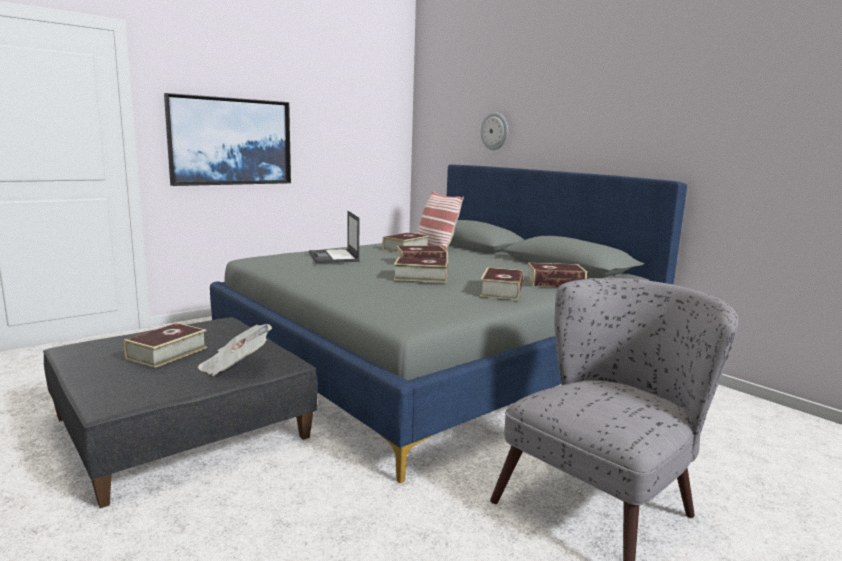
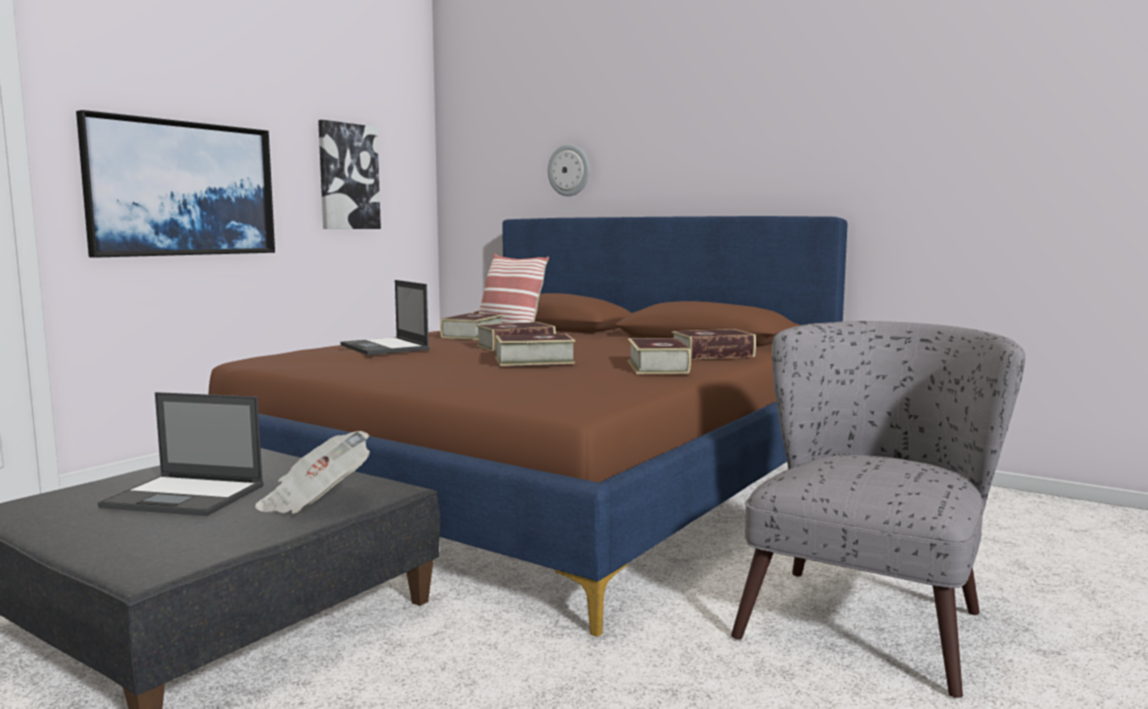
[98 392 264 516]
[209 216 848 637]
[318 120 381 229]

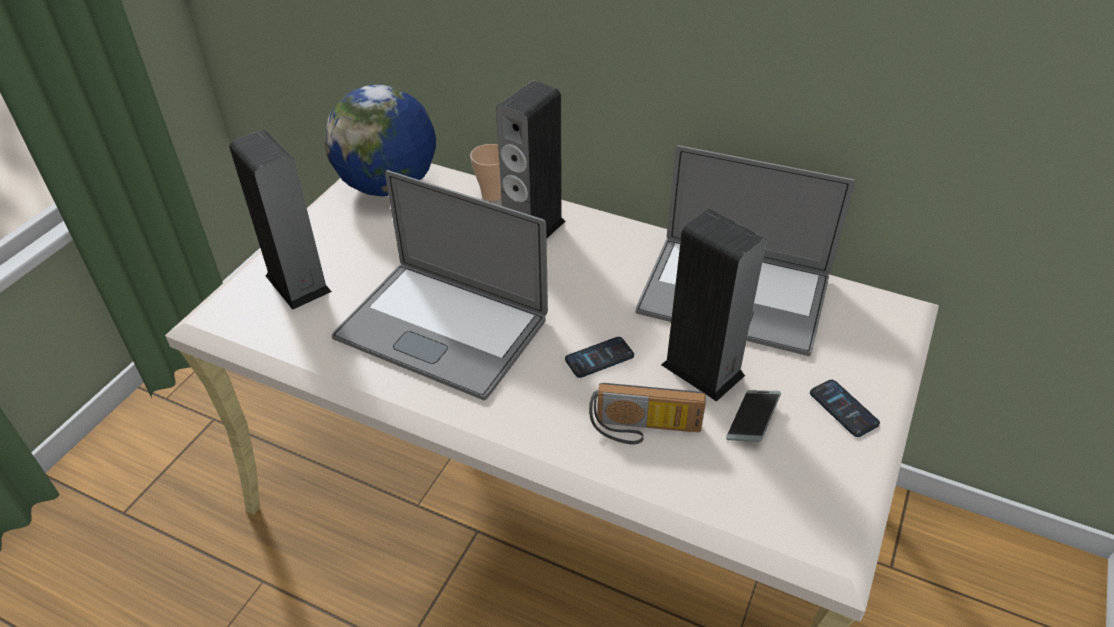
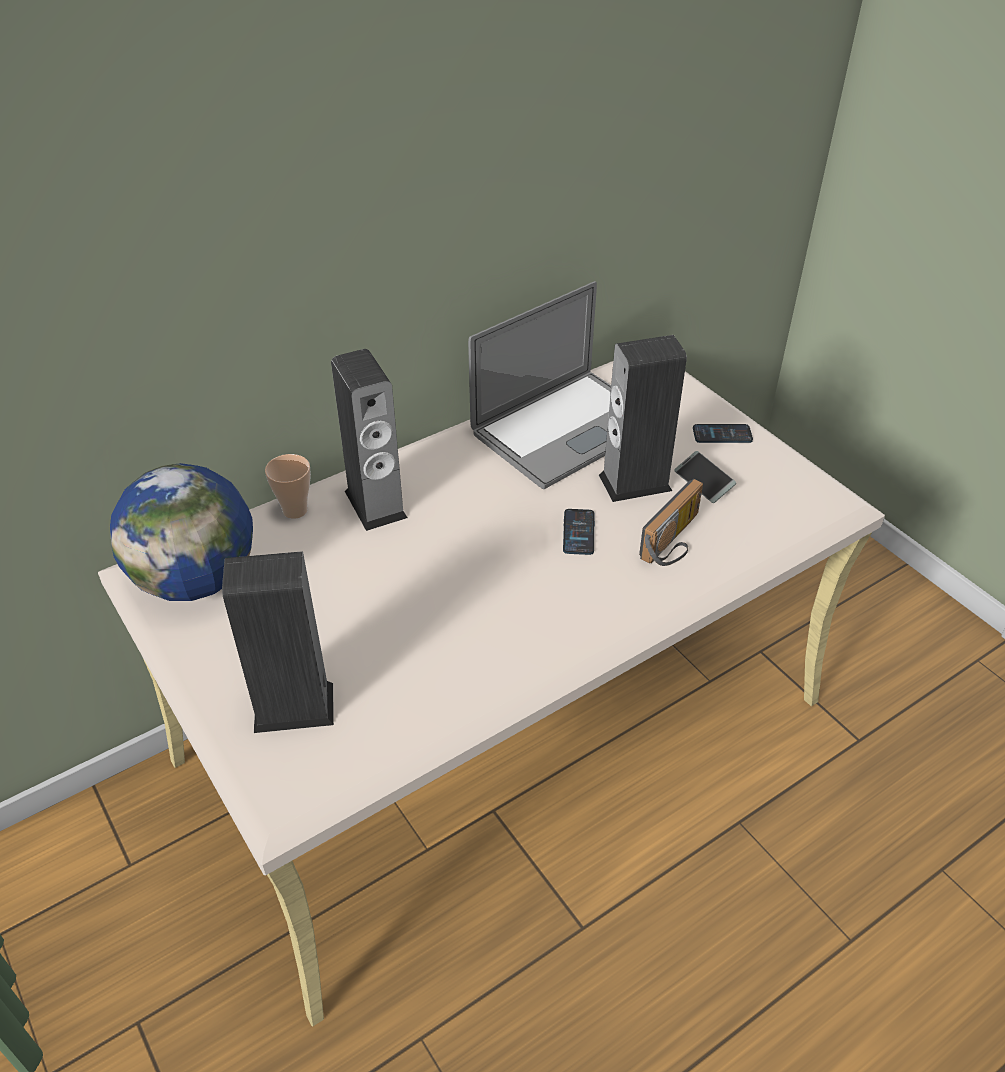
[332 170 548 400] (first image)

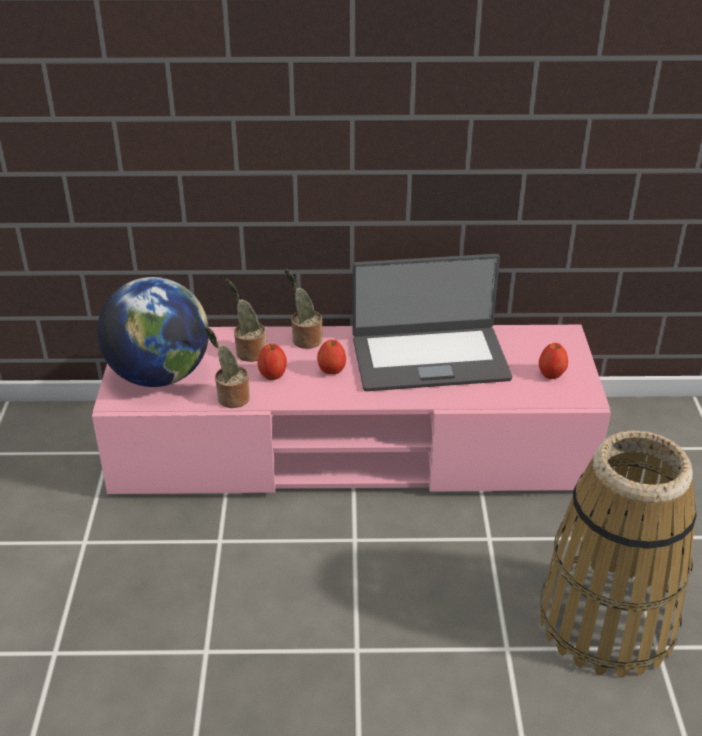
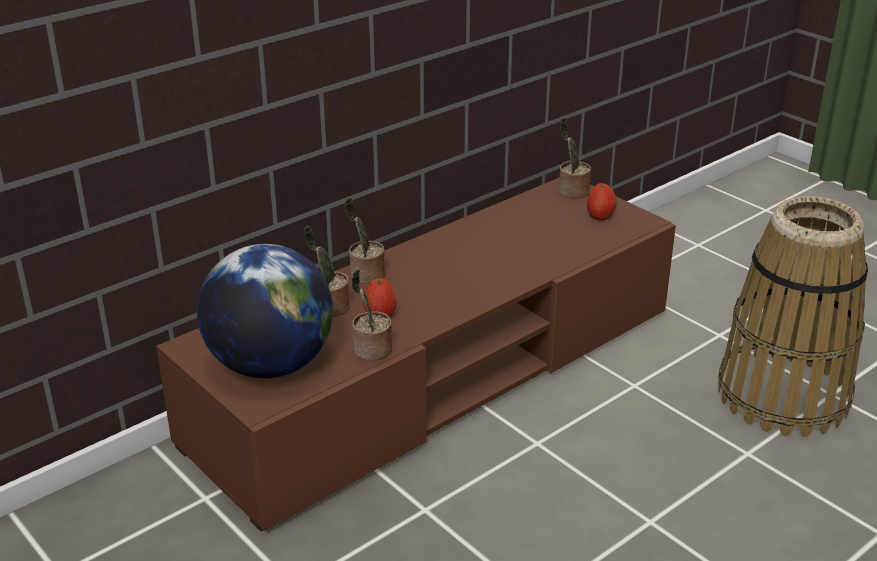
[156 177 676 532]
[559 117 591 199]
[317 340 346 374] (first image)
[353 254 512 391] (first image)

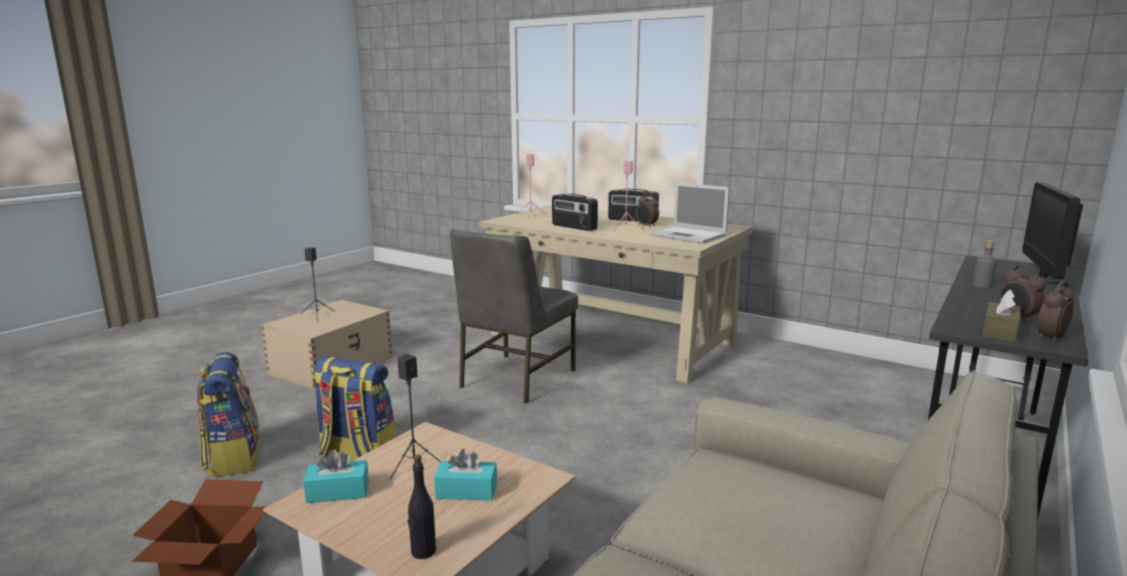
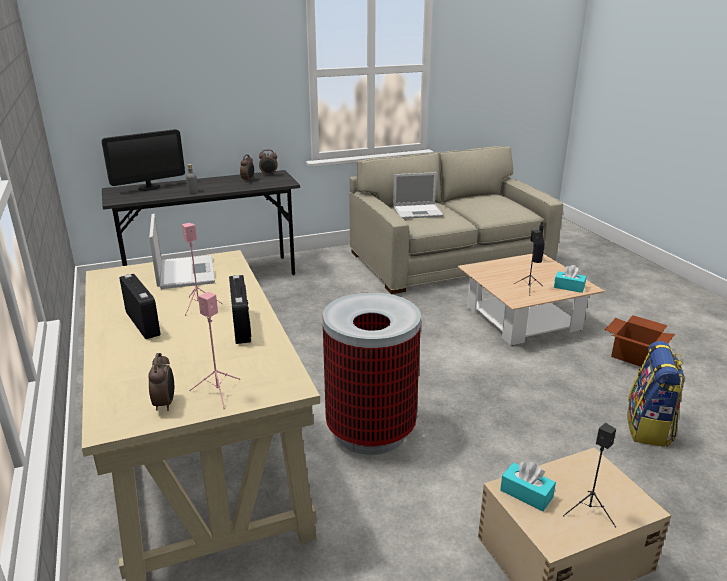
[148 353 174 411]
[322 292 421 455]
[393 172 444 219]
[500 462 556 511]
[313 356 396 461] (first image)
[982 290 1020 343] (first image)

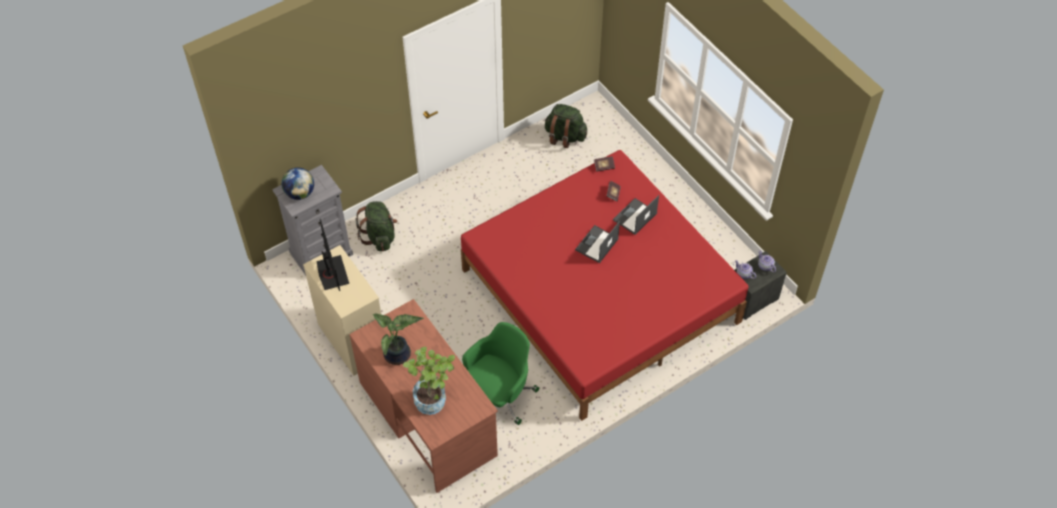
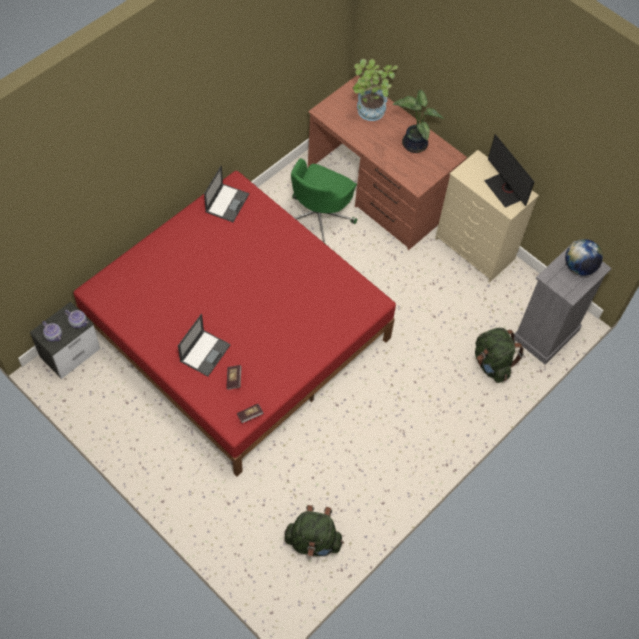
[204 165 249 222]

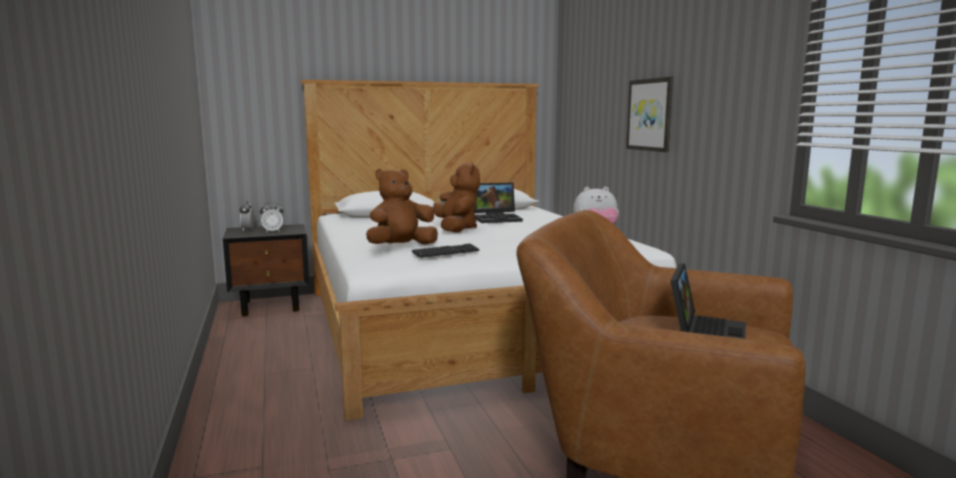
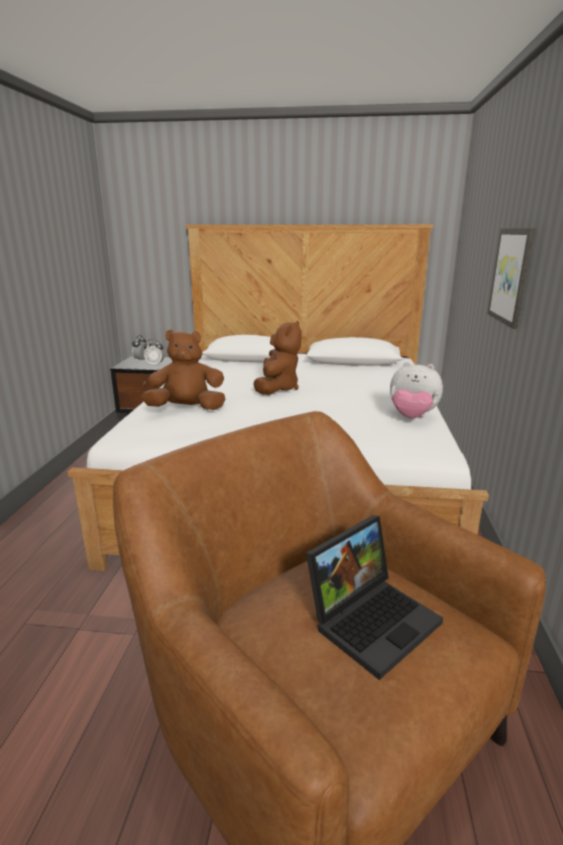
[412 243 479 258] (first image)
[475 183 523 223] (first image)

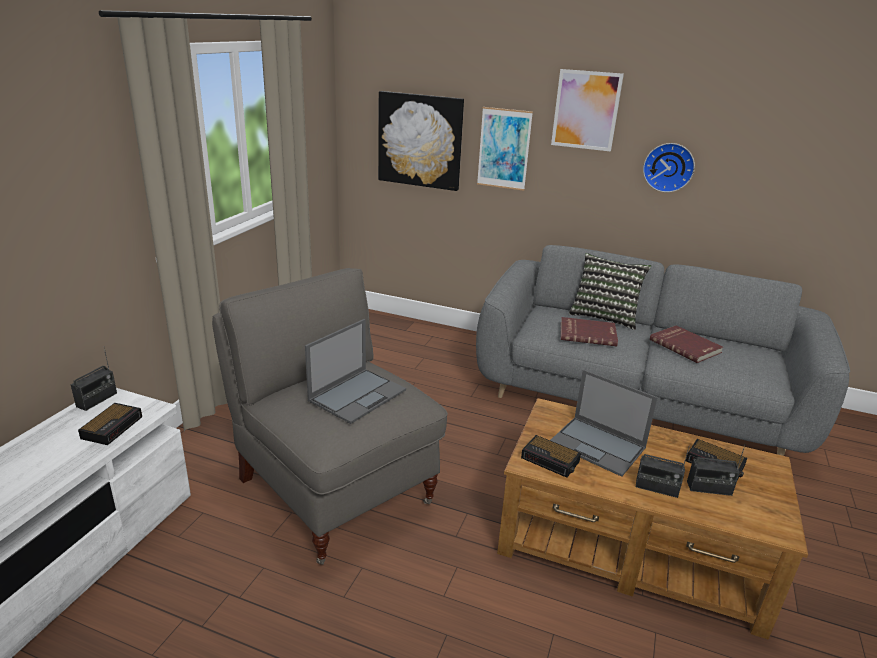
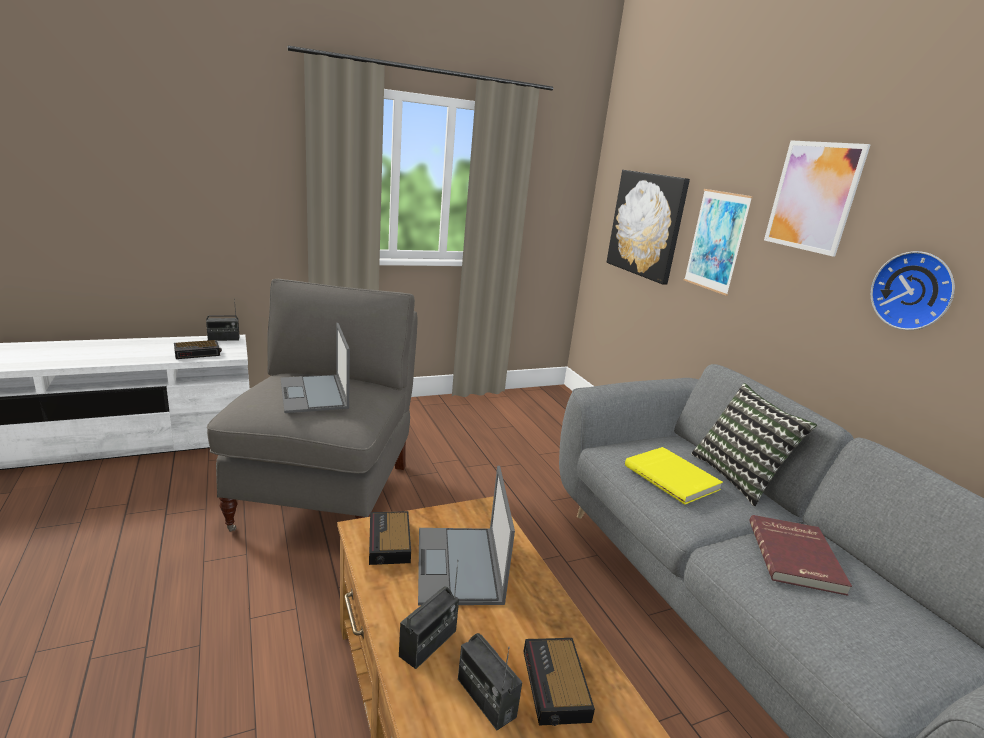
[280 323 350 413]
[399 560 459 669]
[625 447 723 505]

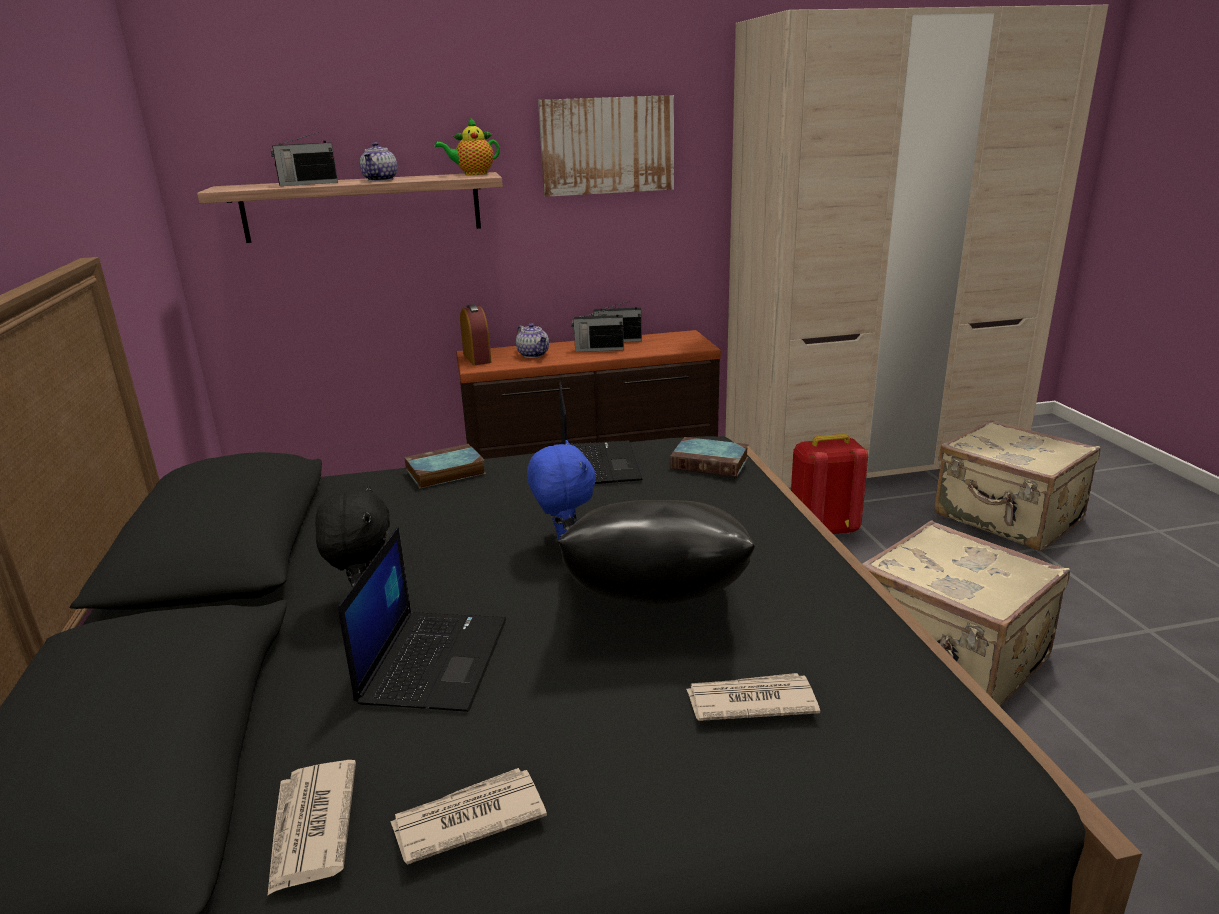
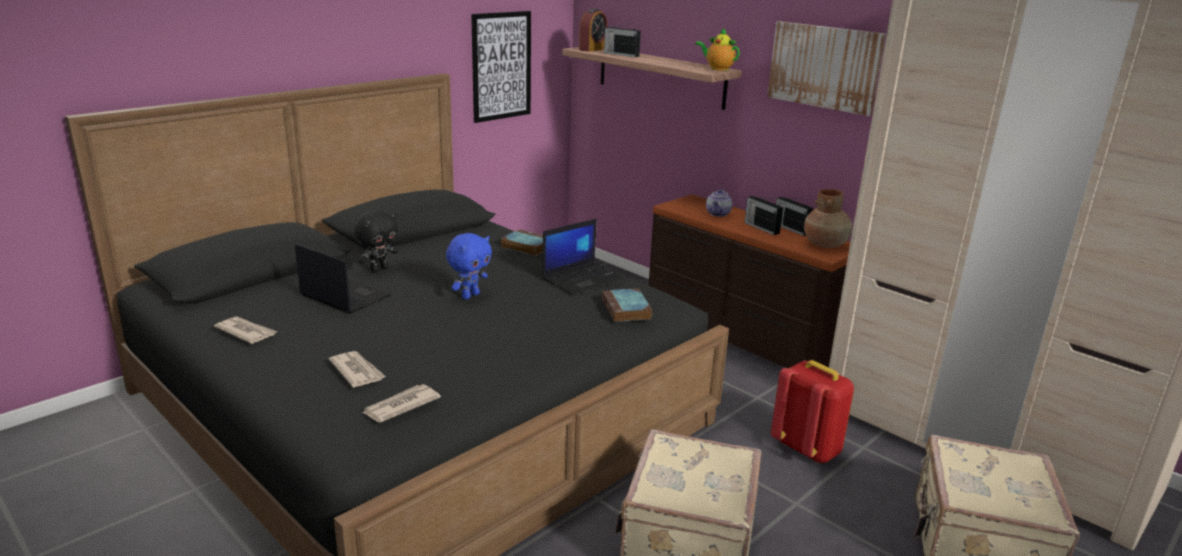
[295 244 391 314]
[362 384 441 422]
[471 11 531 123]
[579 9 608 52]
[804 189 853 248]
[360 142 397 181] (first image)
[557 500 755 604] (first image)

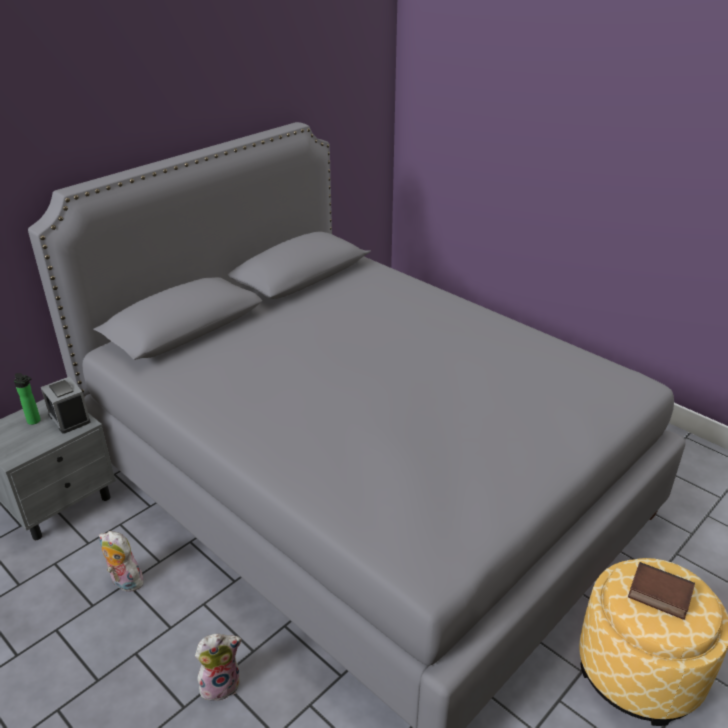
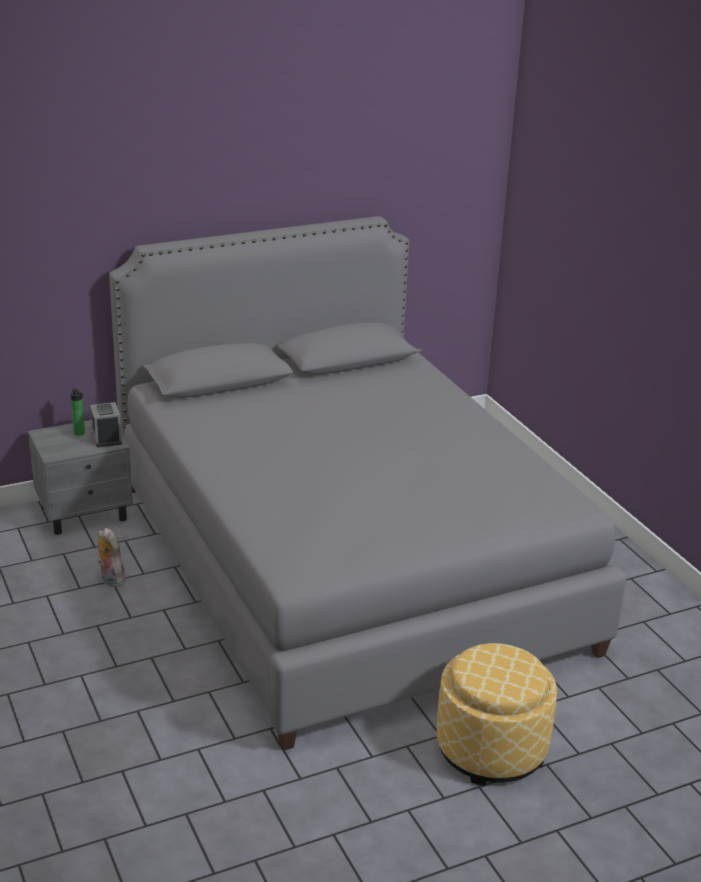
[195 634 242 702] (first image)
[628 562 695 620] (first image)

